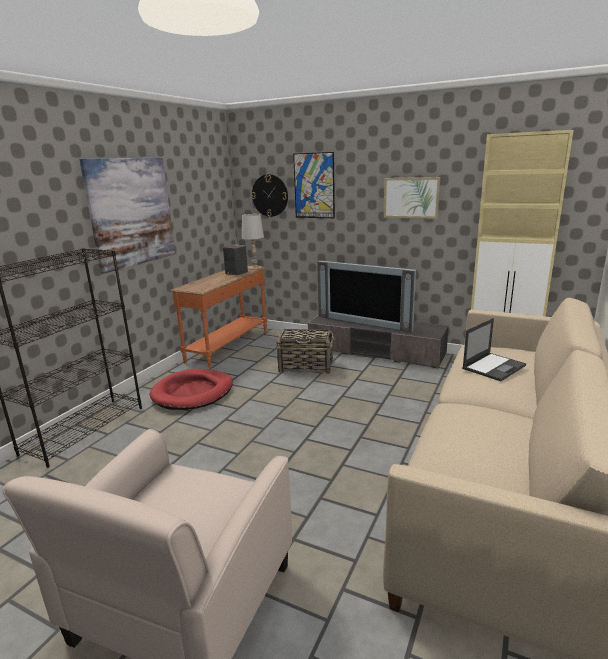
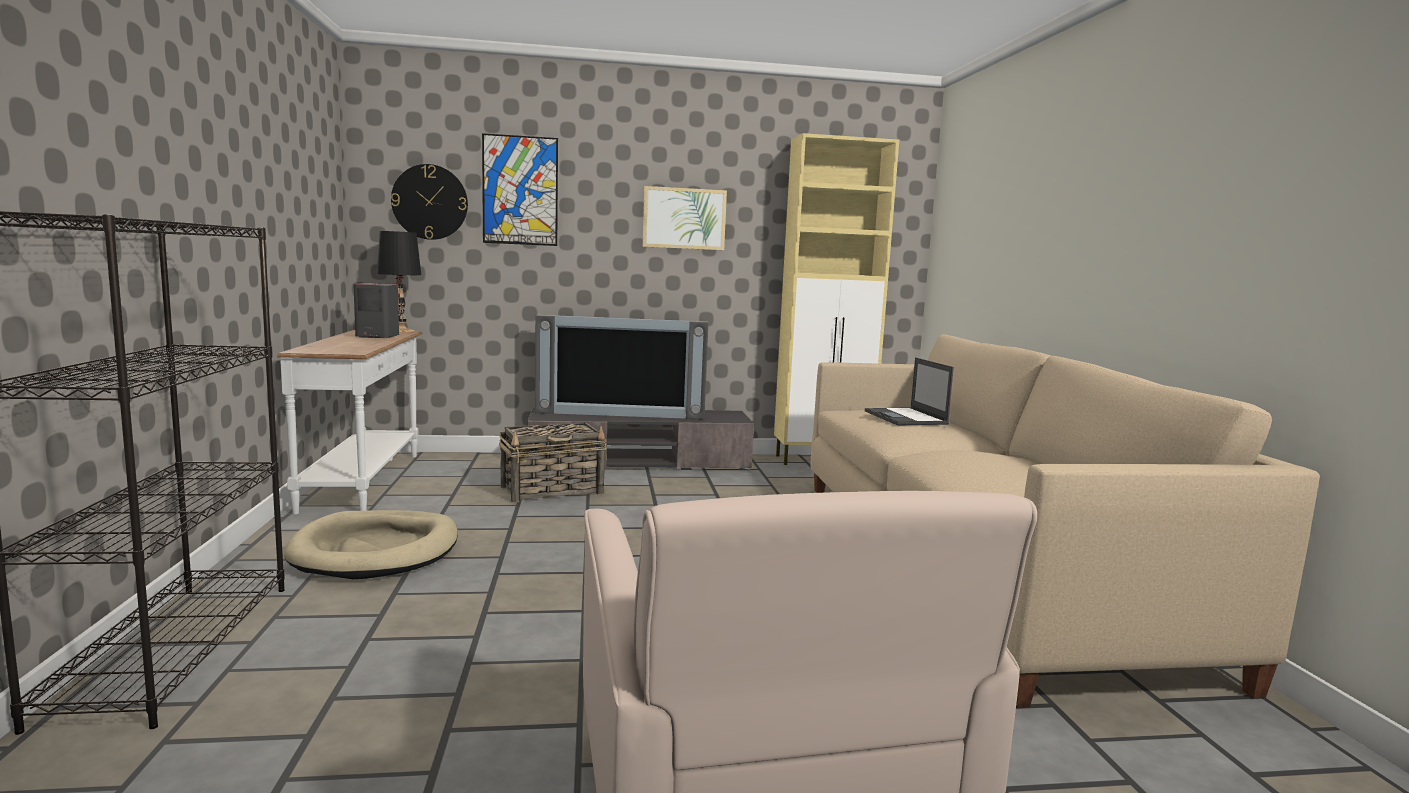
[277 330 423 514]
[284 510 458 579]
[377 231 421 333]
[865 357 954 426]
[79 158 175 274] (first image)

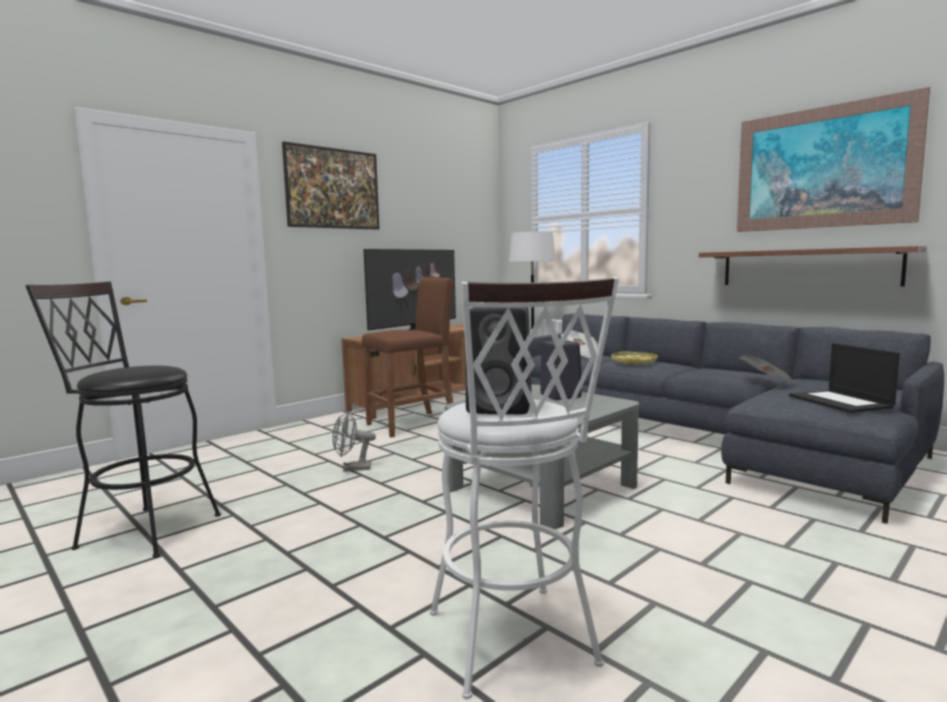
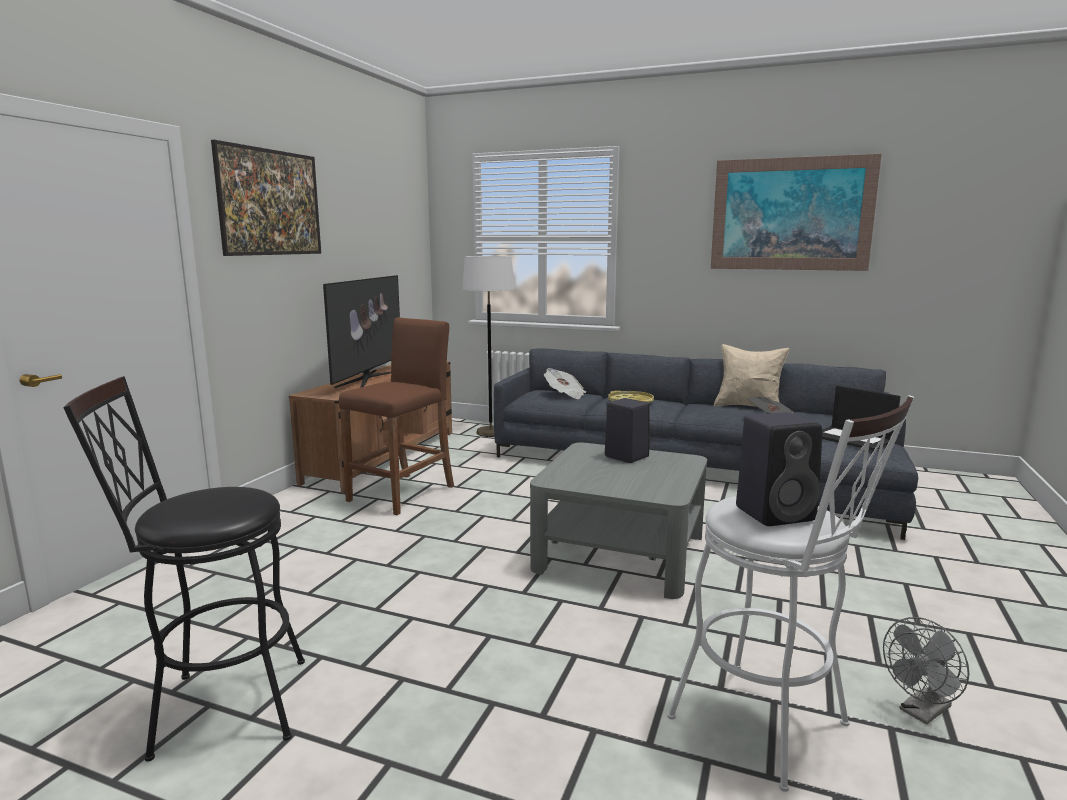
[714 344 789 407]
[883 617 970 725]
[699 246 927 287] (first image)

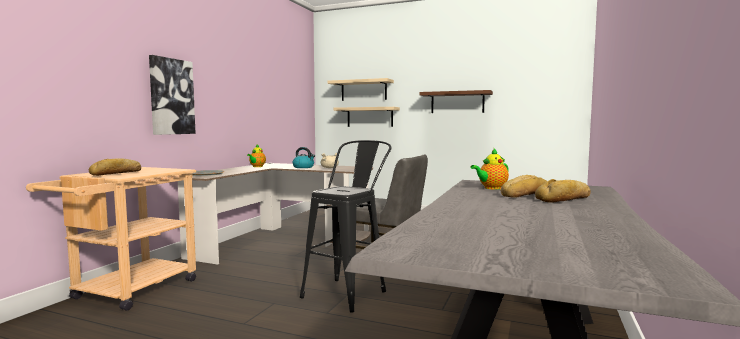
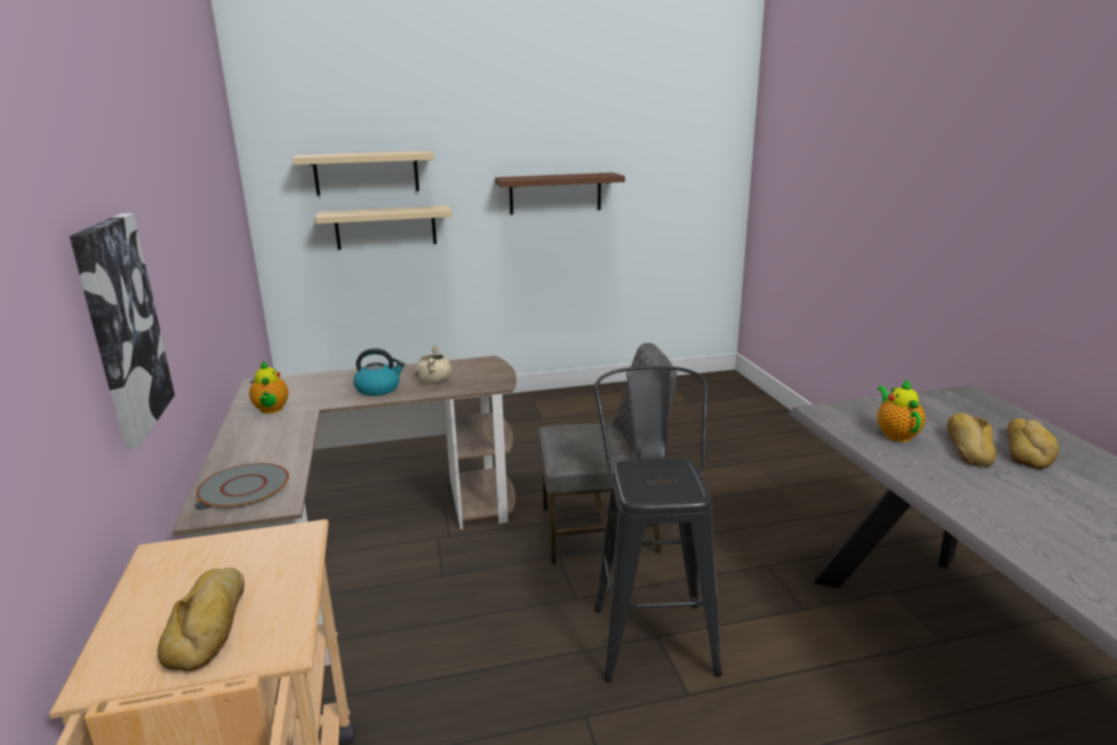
[877 380 925 442]

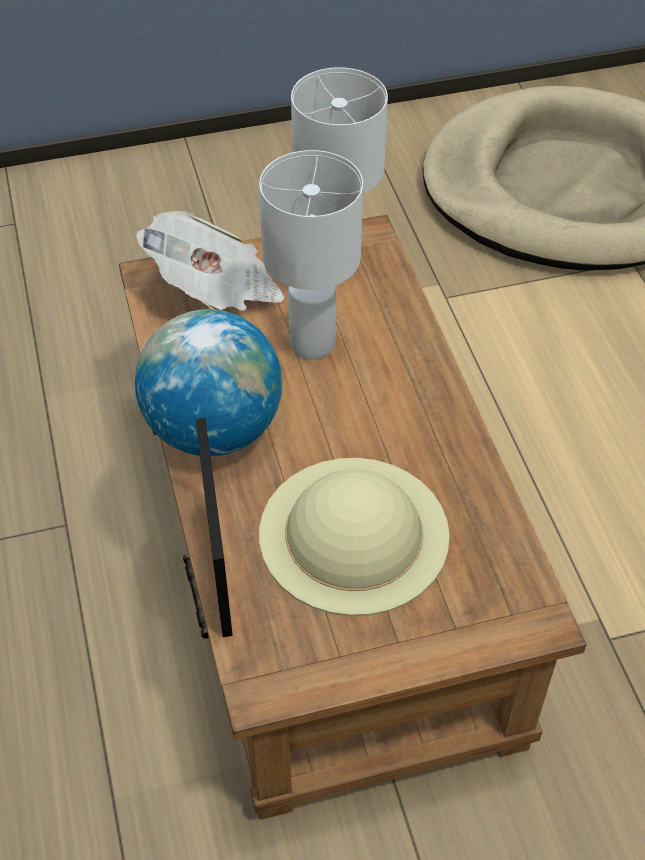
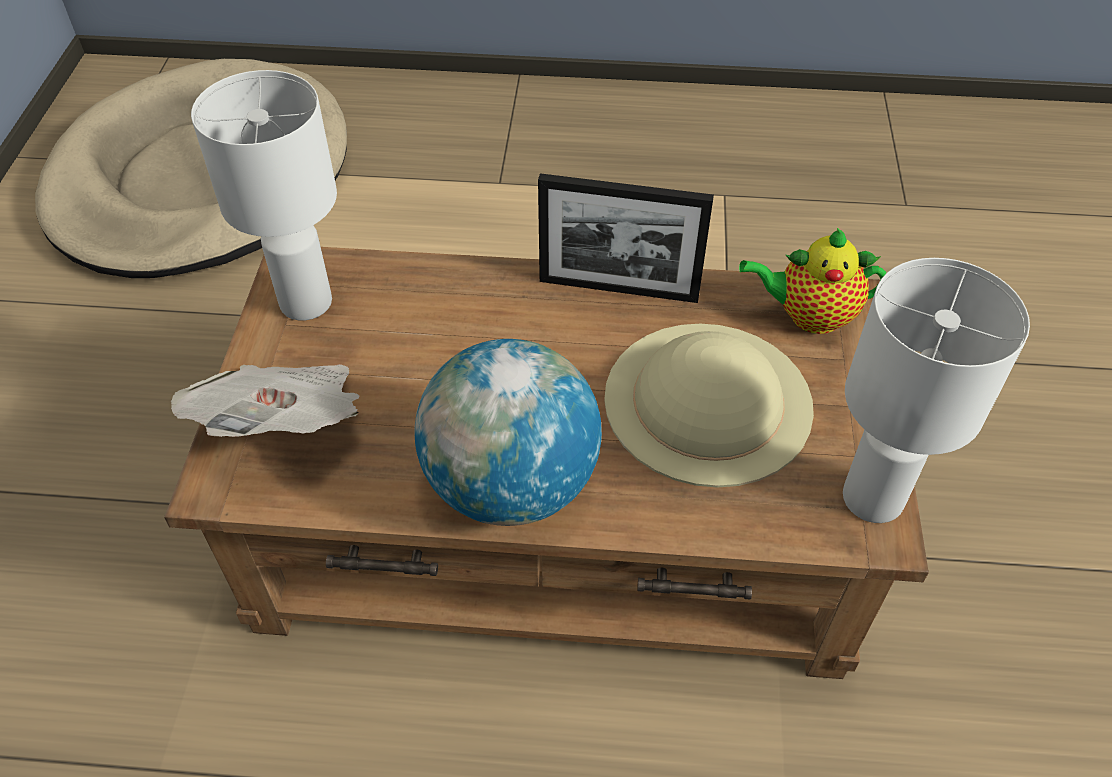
[538 173 714 303]
[739 228 886 334]
[843 258 1030 523]

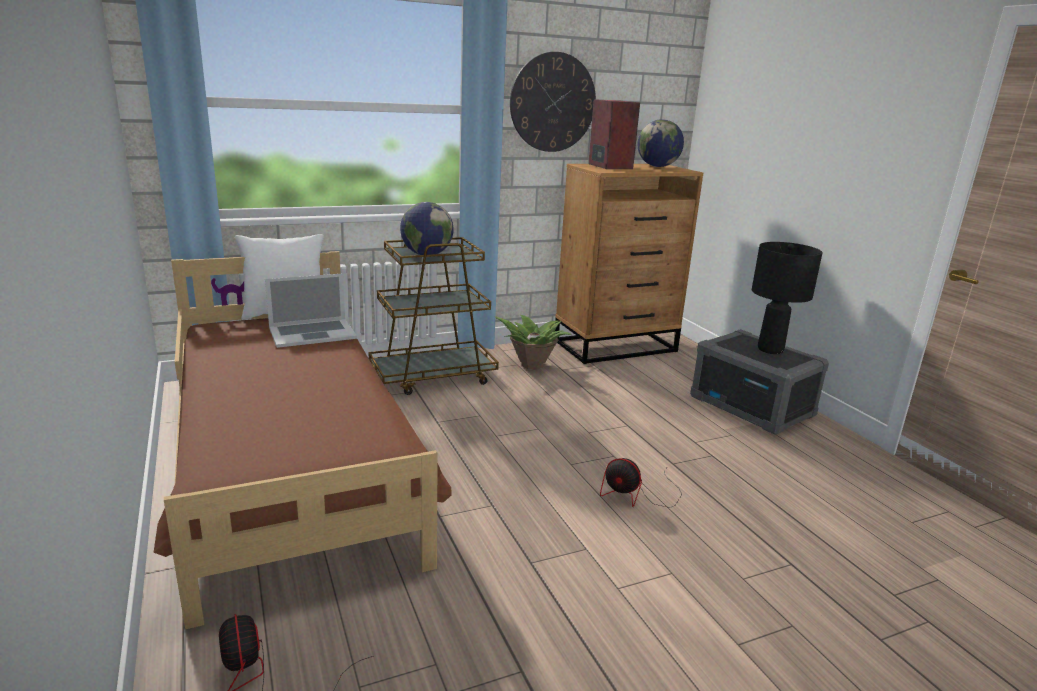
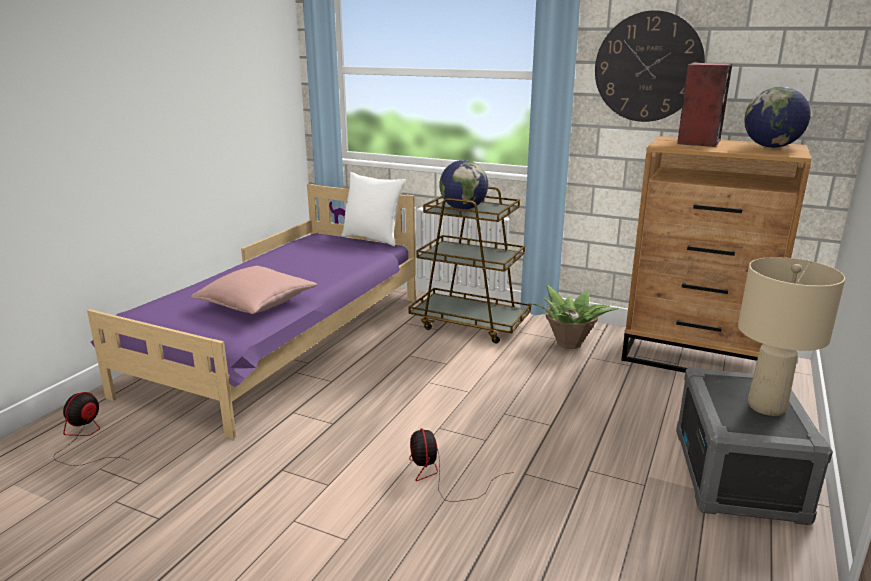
[87 184 416 439]
[191 266 317 314]
[738 257 845 416]
[265 273 357 348] (first image)

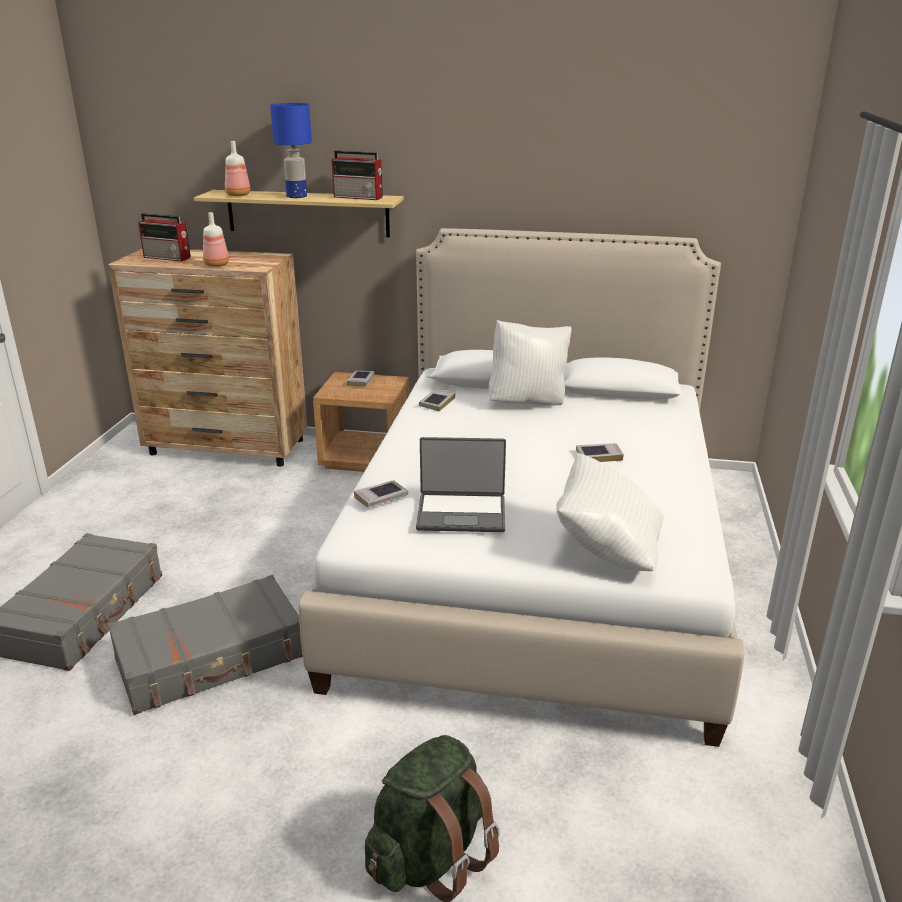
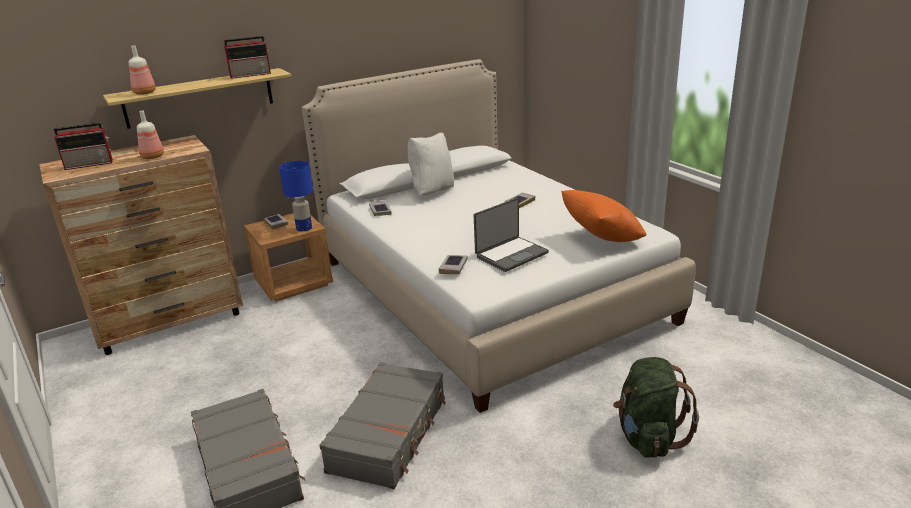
[279 161 313 231]
[561 190 647 242]

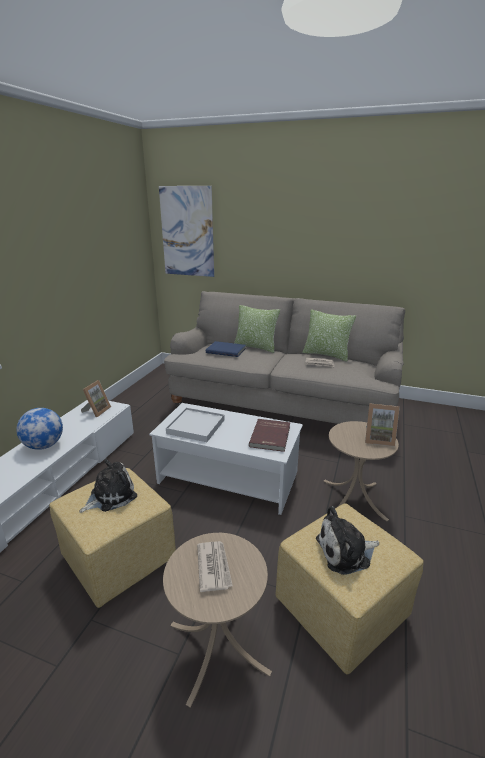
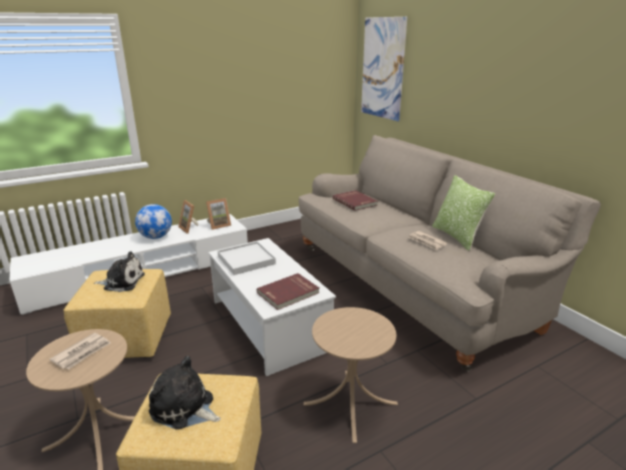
[178 200 198 234]
[333 190 378 211]
[234 305 280 353] (first image)

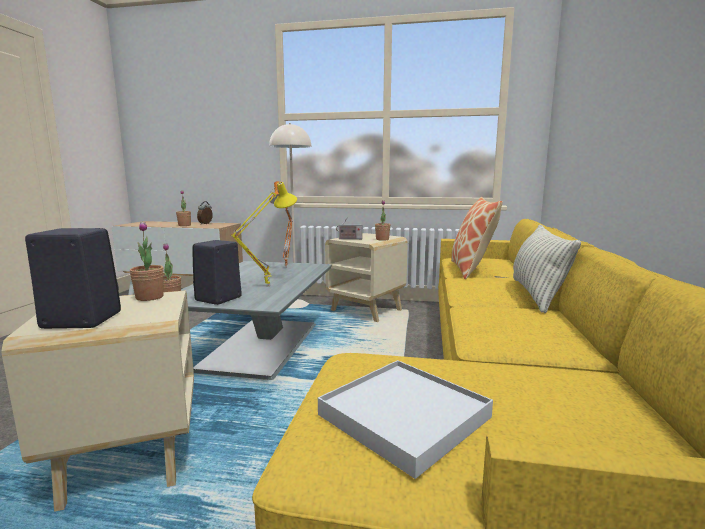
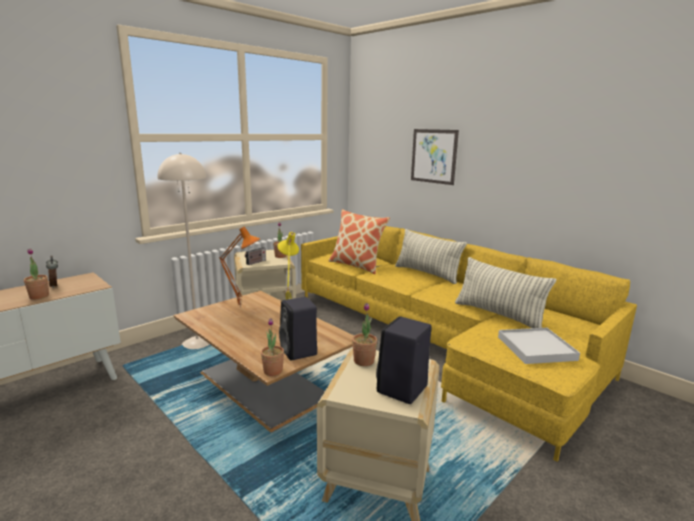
[174 291 354 432]
[411 129 459 185]
[455 257 556 328]

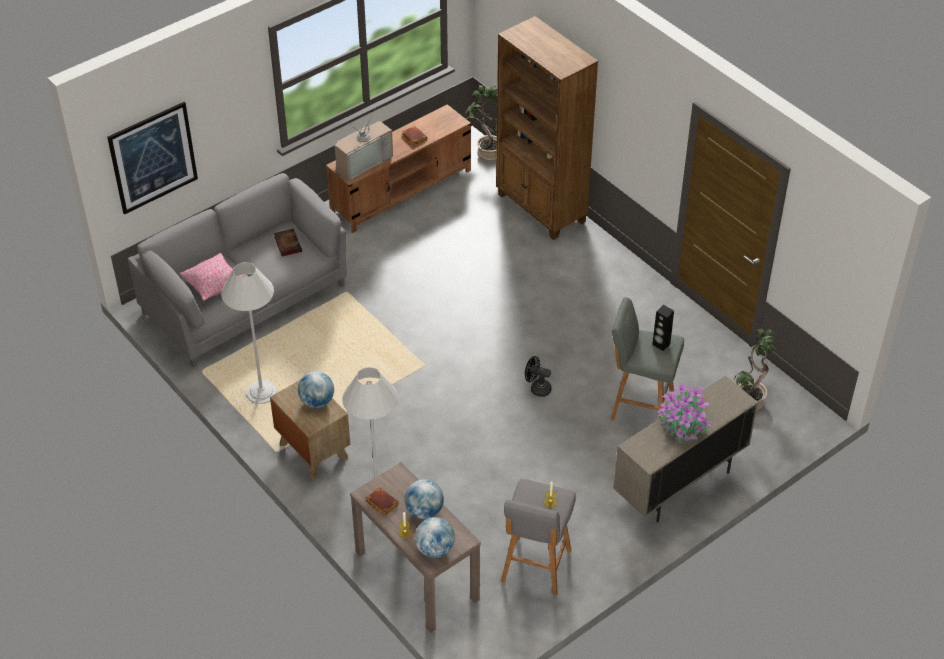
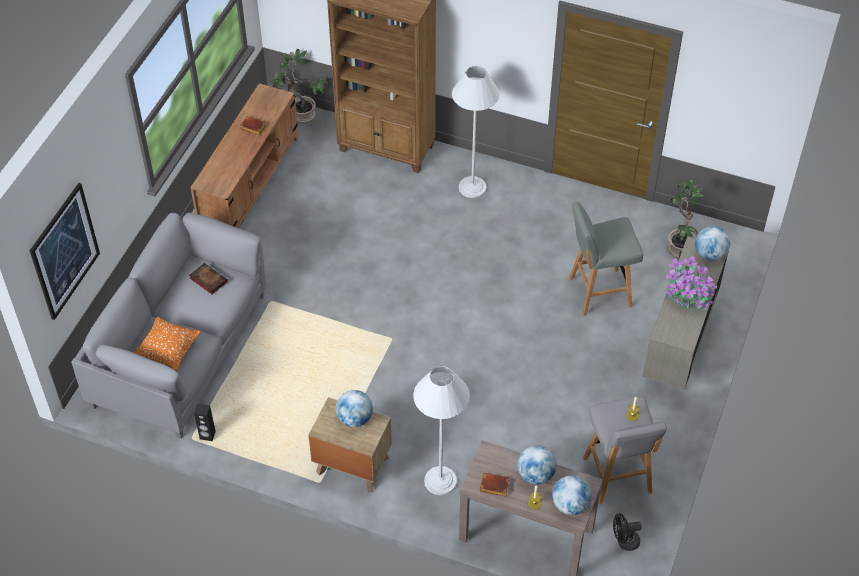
[134 317 201 371]
[194 403 216 441]
[452 66 500 198]
[613 513 642 551]
[695 226 730 261]
[335 106 393 181] (first image)

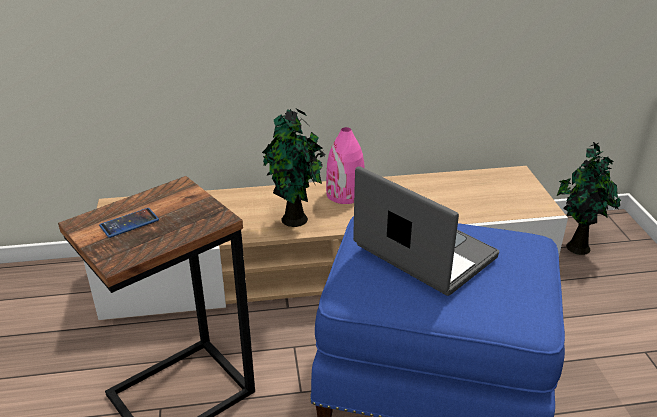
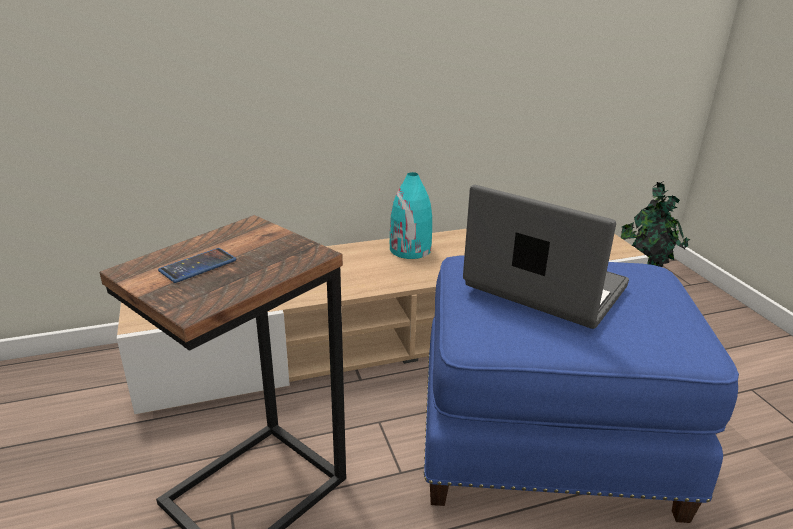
[390 172 432 259]
[262 108 326 227] (first image)

